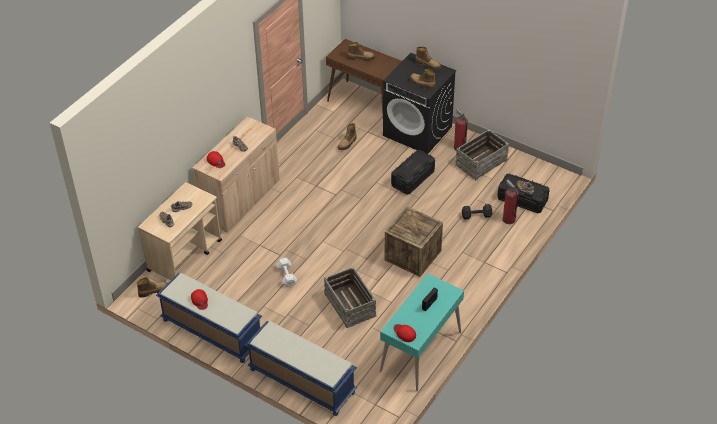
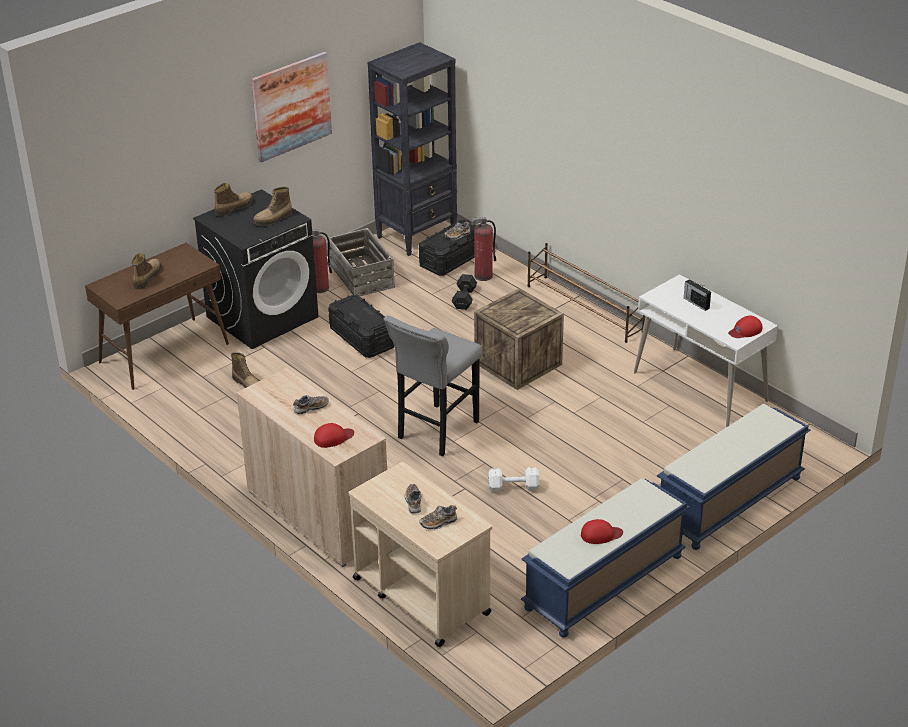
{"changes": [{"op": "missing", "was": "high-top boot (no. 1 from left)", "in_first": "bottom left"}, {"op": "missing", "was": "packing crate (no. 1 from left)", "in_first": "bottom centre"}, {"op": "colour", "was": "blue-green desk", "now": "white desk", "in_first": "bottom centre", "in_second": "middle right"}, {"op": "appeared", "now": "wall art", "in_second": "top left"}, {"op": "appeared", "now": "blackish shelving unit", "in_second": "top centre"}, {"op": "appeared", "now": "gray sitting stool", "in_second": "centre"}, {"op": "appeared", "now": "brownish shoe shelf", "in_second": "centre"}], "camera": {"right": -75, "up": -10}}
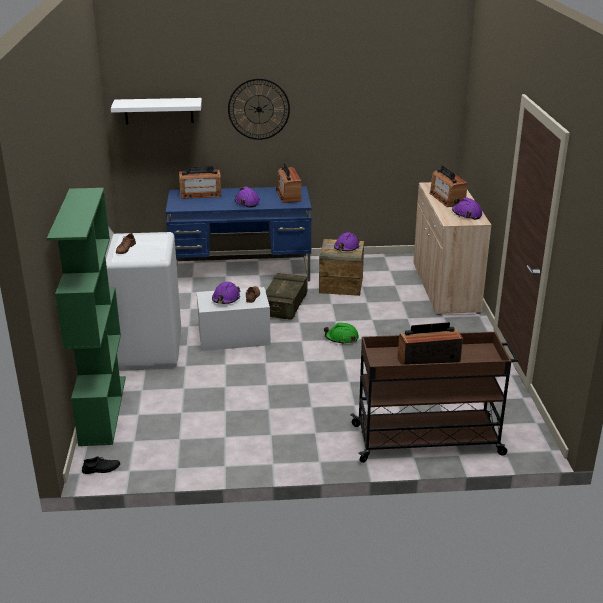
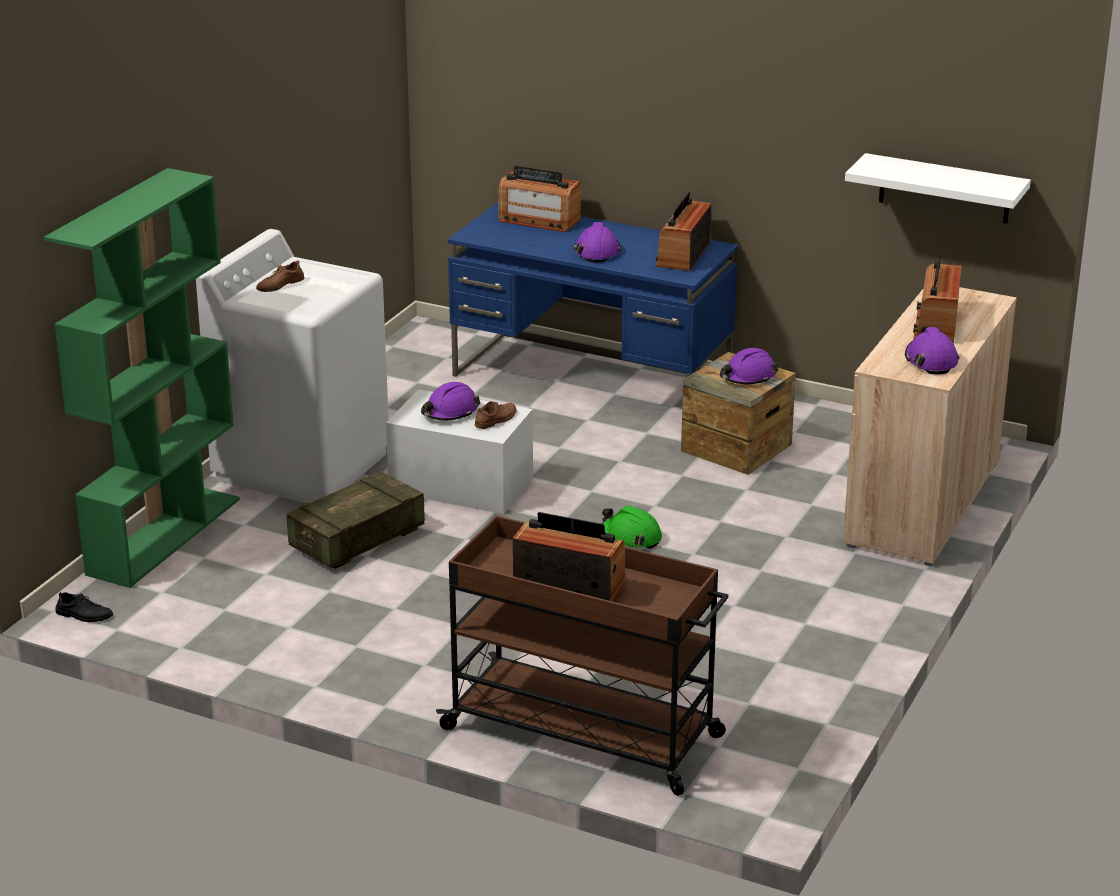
{"changes": [{"op": "relocated", "was": "white shelf", "in_first": "top left", "in_second": "top right"}, {"op": "missing", "was": "hanging clock", "in_first": "top centre"}, {"op": "relocated", "was": "packing crate (no. 1 from left)", "in_first": "centre", "in_second": "middle left"}], "camera": {"right": 30, "up": 0}}
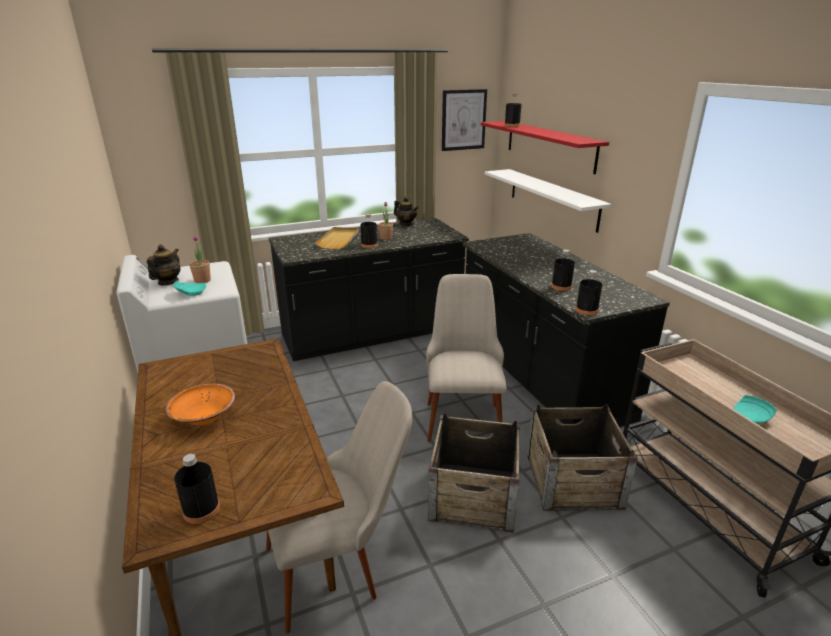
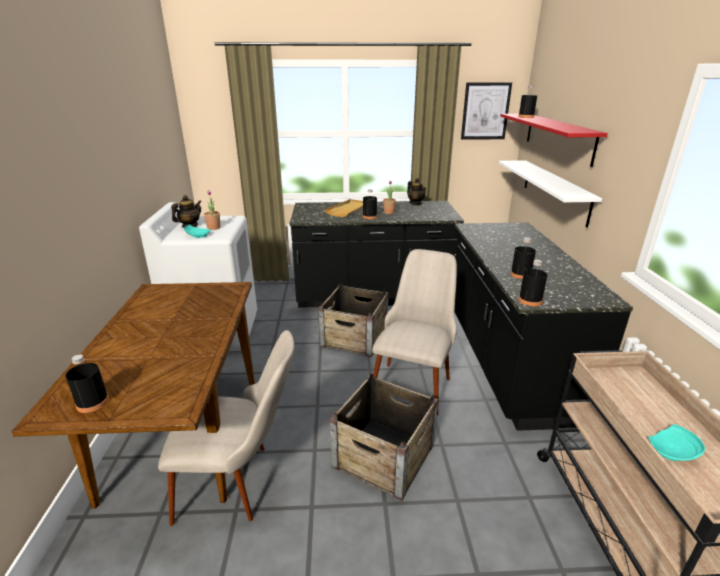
{"changes": [{"op": "missing", "was": "orange bowl", "in_first": "middle left"}, {"op": "relocated", "was": "packing crate (no. 2 from left in the first image)", "now": "packing crate (no. 1 from left)", "in_first": "bottom right", "in_second": "centre"}], "camera": {"right": 20, "up": 0}}
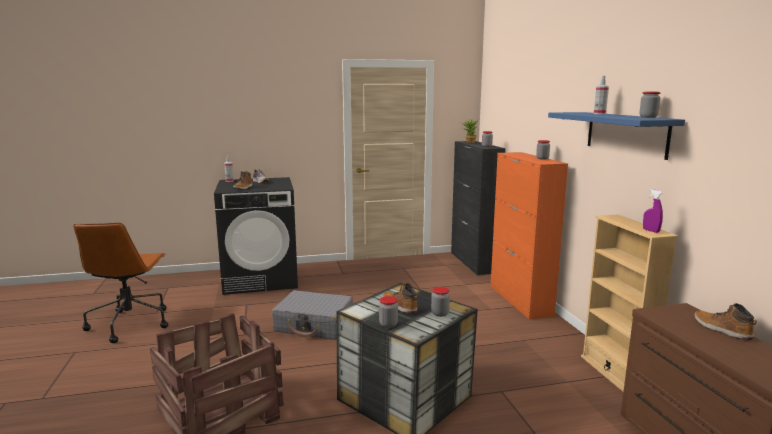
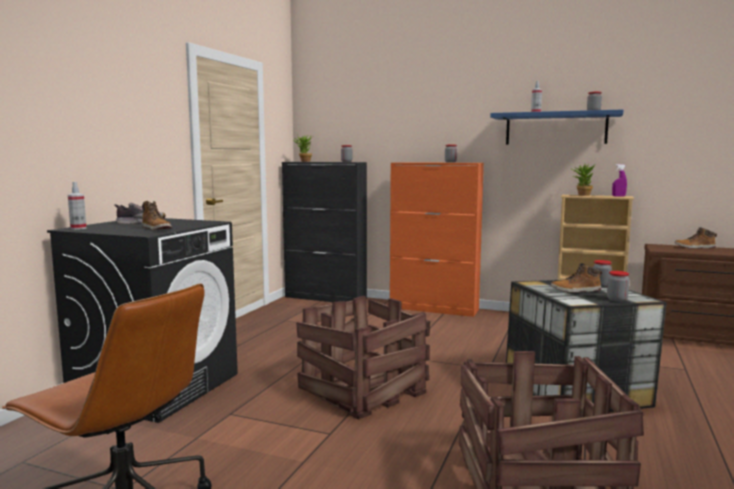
{"changes": [{"op": "exchanged", "was": "gray suitcase", "now": "packing crate (no. 1 from left)", "in_first": "bottom centre", "in_second": "bottom centre"}, {"op": "appeared", "now": "potted plant (no. 2 from left)", "in_second": "middle right"}], "camera": {"right": -55, "up": -5}}
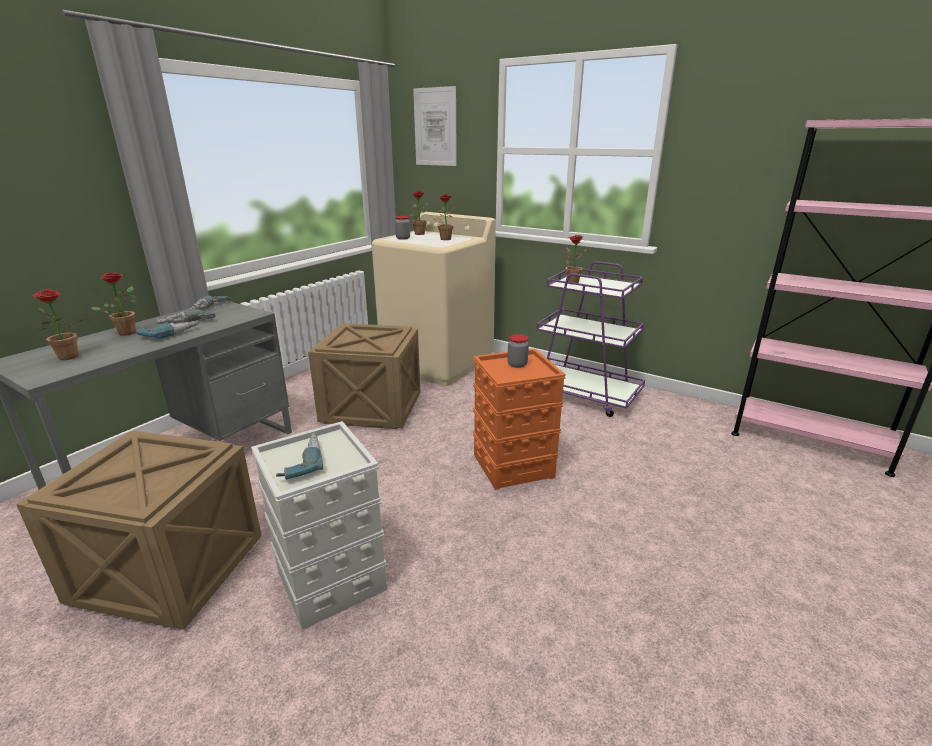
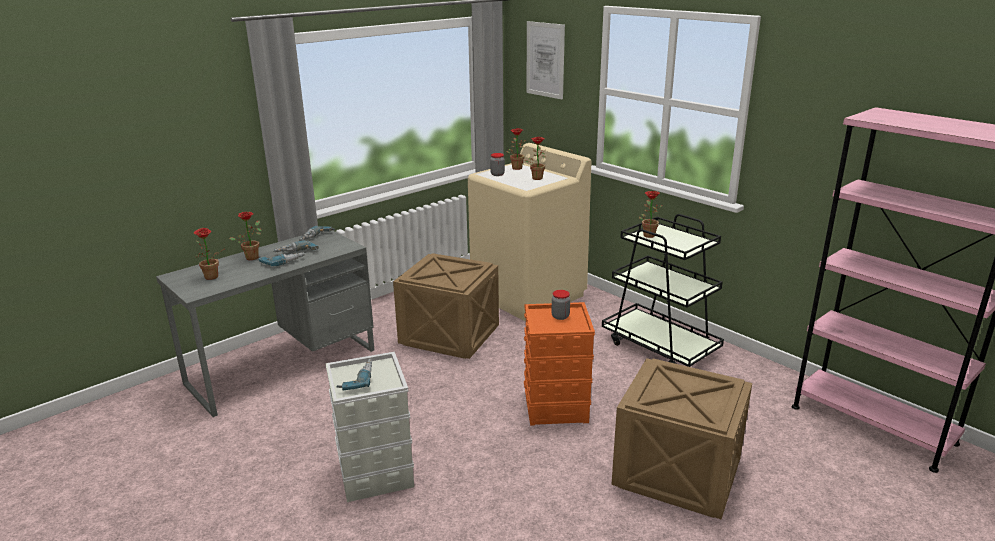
{"changes": [{"op": "relocated", "was": "packing crate (no. 1 from left in the first image)", "now": "packing crate (no. 2 from left)", "in_first": "bottom left", "in_second": "bottom right"}, {"op": "colour", "was": "purple-coloured trolley", "now": "blackish trolley", "in_first": "centre", "in_second": "centre"}], "camera": {"right": 15, "up": 0}}
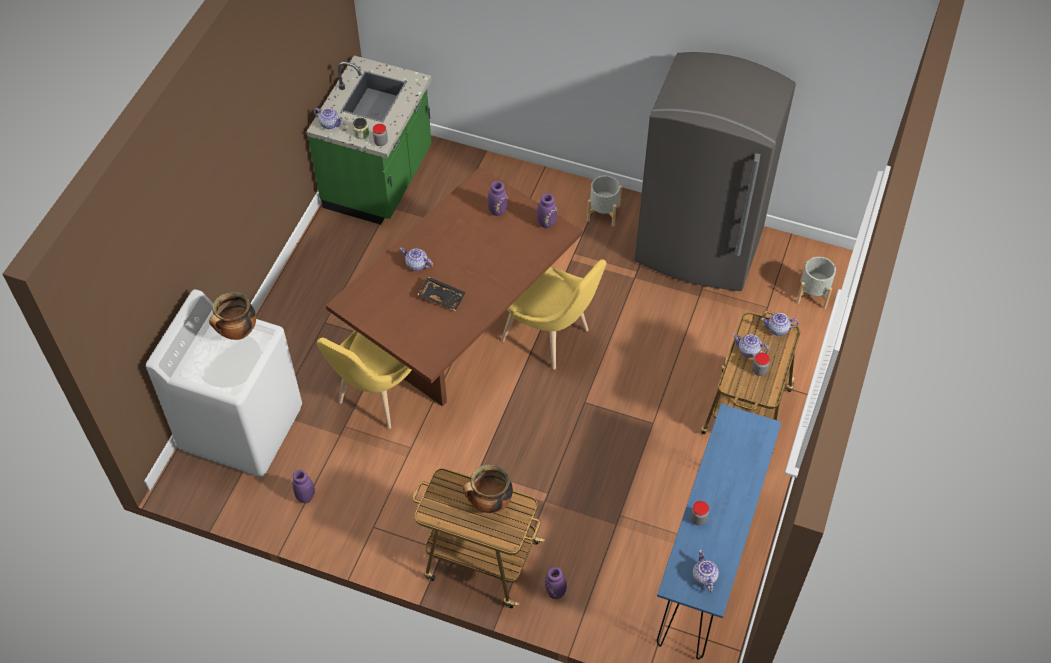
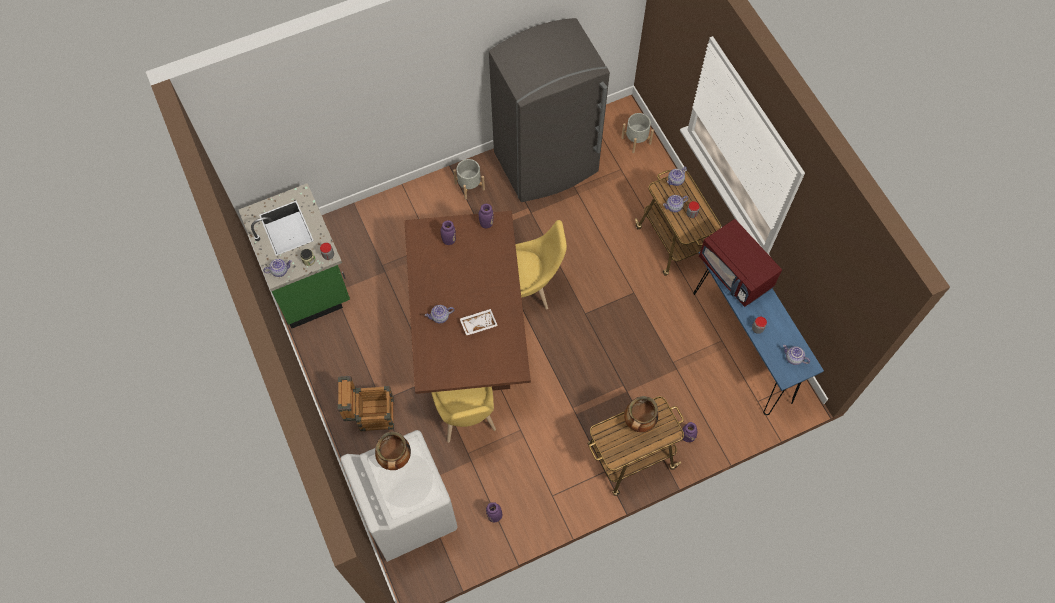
{"changes": [{"op": "colour", "was": "blackish carrying tray", "now": "white carrying tray", "in_first": "centre", "in_second": "centre"}, {"op": "appeared", "now": "packing crate", "in_second": "bottom centre"}, {"op": "appeared", "now": "red-coloured kitchen microwave", "in_second": "middle right"}], "camera": {"right": -45, "up": 10}}
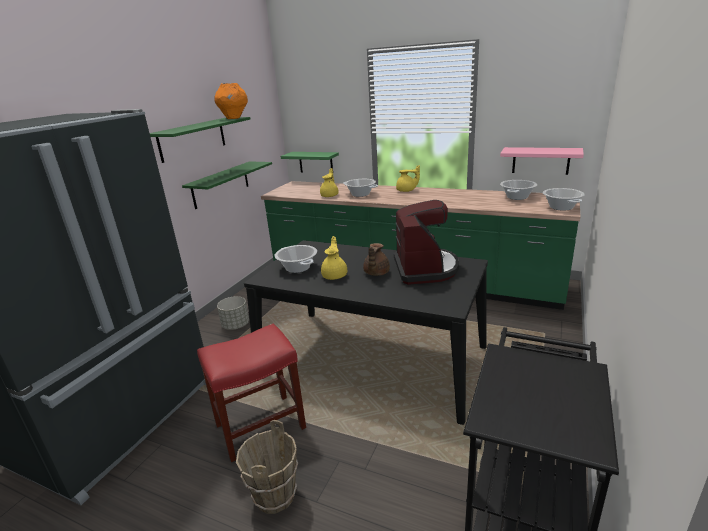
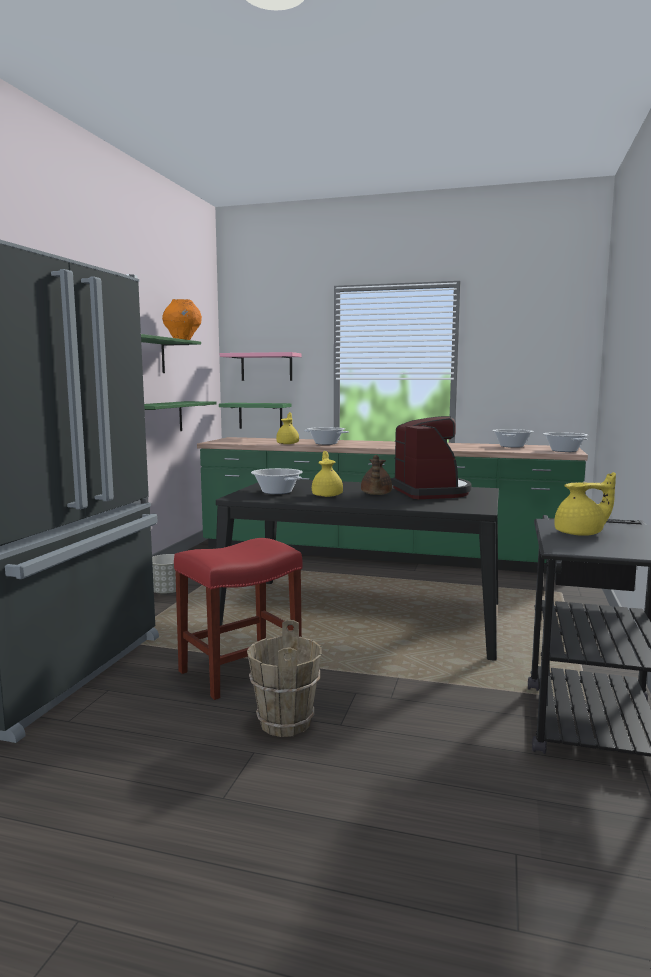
{"changes": [{"op": "relocated", "was": "yellow-coloured tea pot (no. 3 from left)", "in_first": "centre", "in_second": "middle right"}, {"op": "relocated", "was": "pinkish shelf", "in_first": "top right", "in_second": "centre"}], "camera": {"right": -10, "up": -15}}
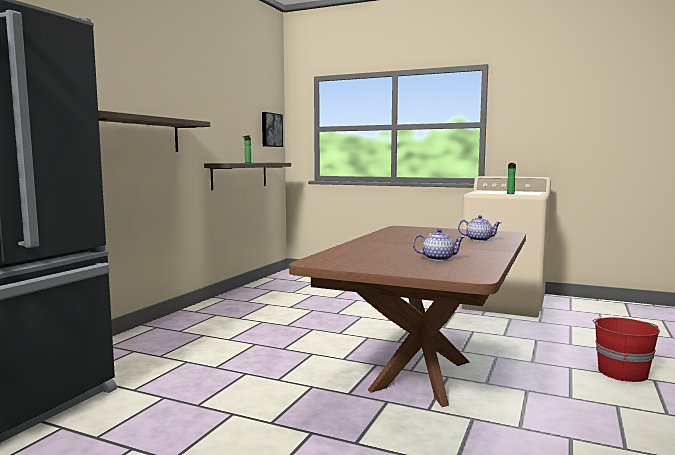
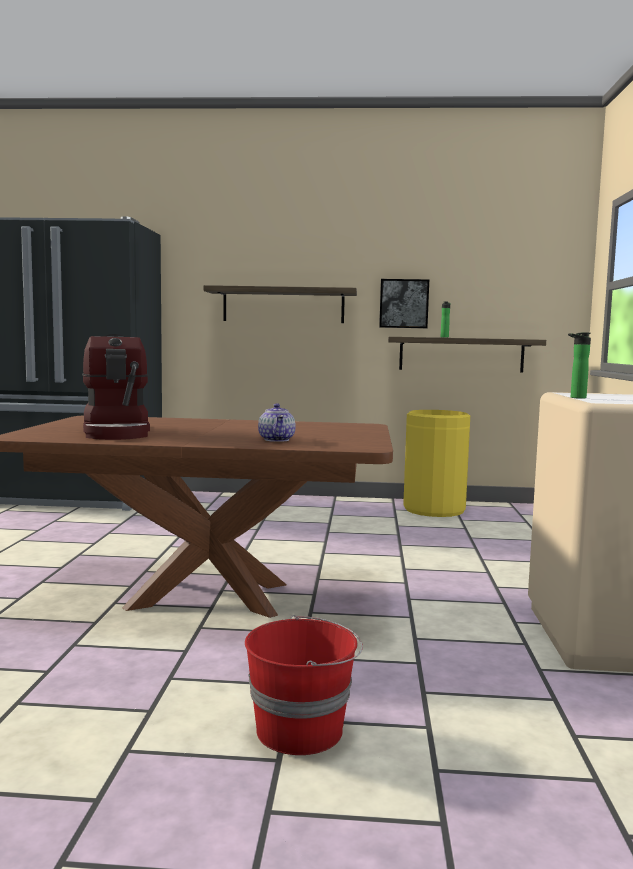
{"changes": [{"op": "relocated", "was": "wall art", "in_first": "top centre", "in_second": "centre"}, {"op": "exchanged", "was": "tea pot (no. 1 from left)", "now": "coffee maker", "in_first": "centre", "in_second": "middle left"}, {"op": "appeared", "now": "yellow-coloured waste bin", "in_second": "middle right"}], "camera": {"right": 70, "up": 0}}
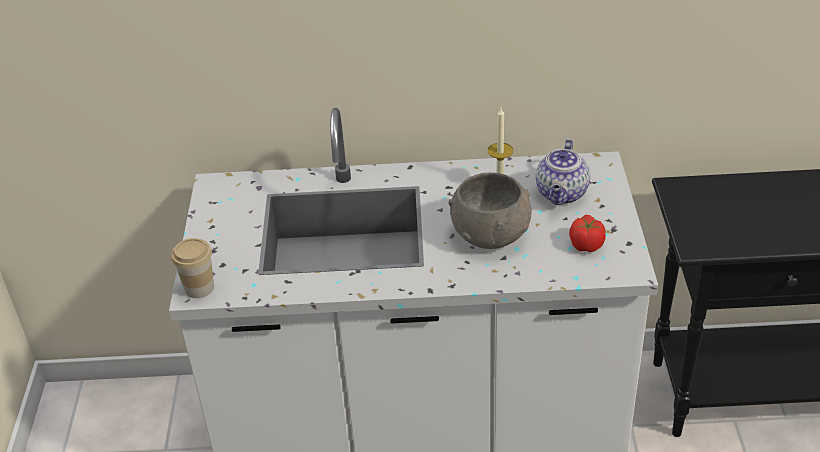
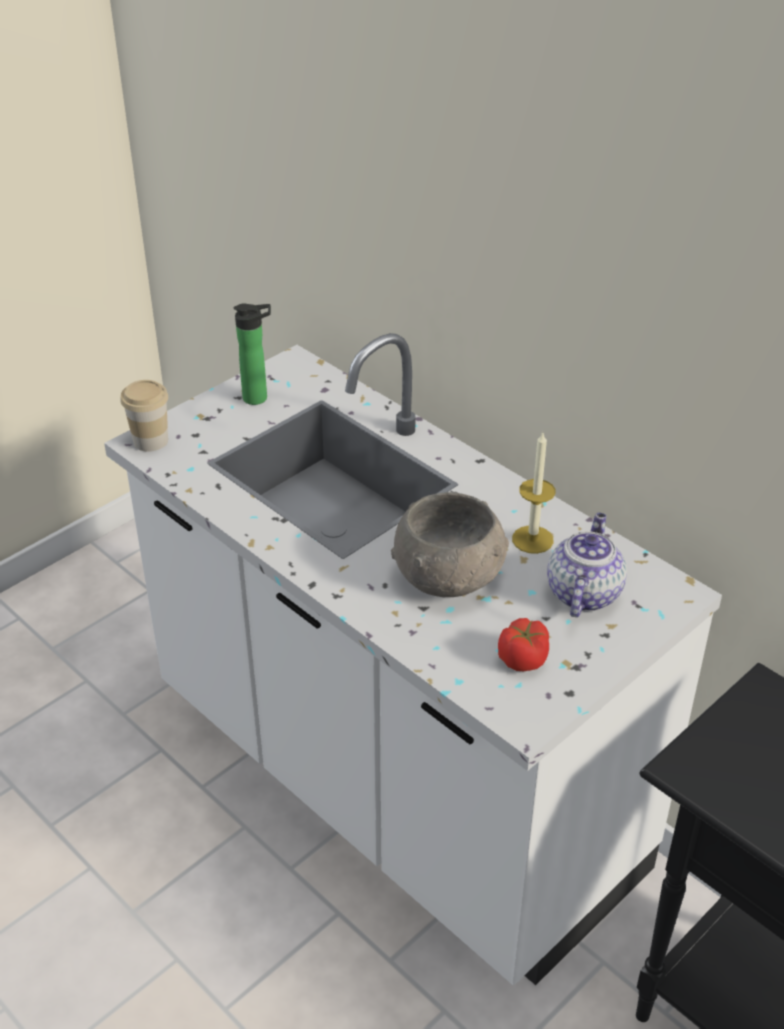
{"changes": [{"op": "spun", "was": "tea pot", "in_first": "middle right", "in_second": "middle right", "clockwise": 135}, {"op": "appeared", "now": "beverage bottle", "in_second": "middle left"}], "camera": {"right": 45, "up": 0}}
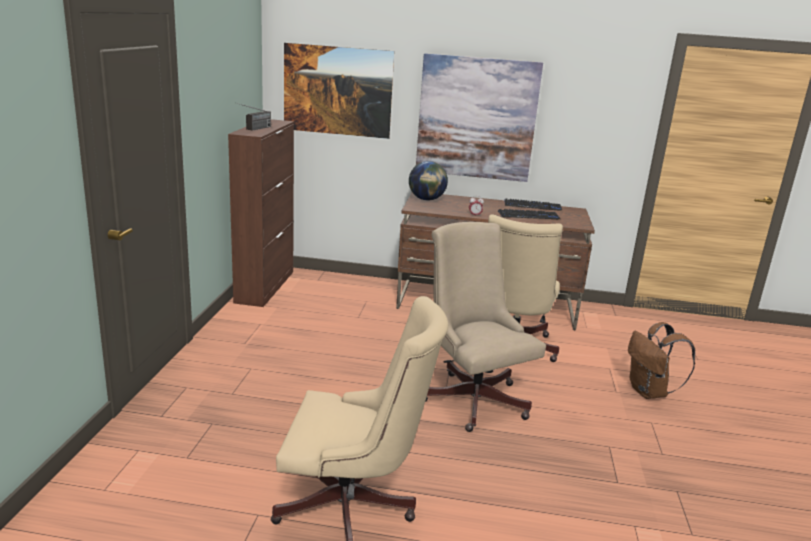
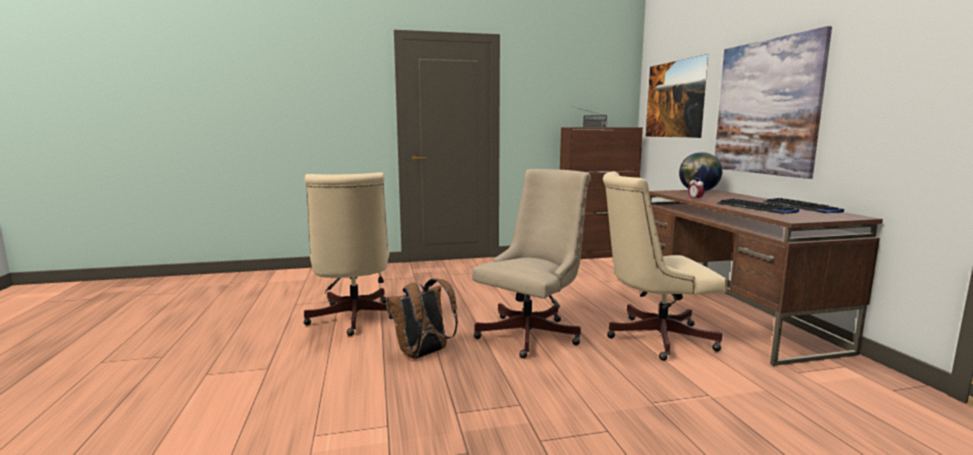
{"changes": [{"op": "relocated", "was": "brownish knapsack", "in_first": "middle right", "in_second": "bottom centre"}], "camera": {"right": 70, "up": -10}}
